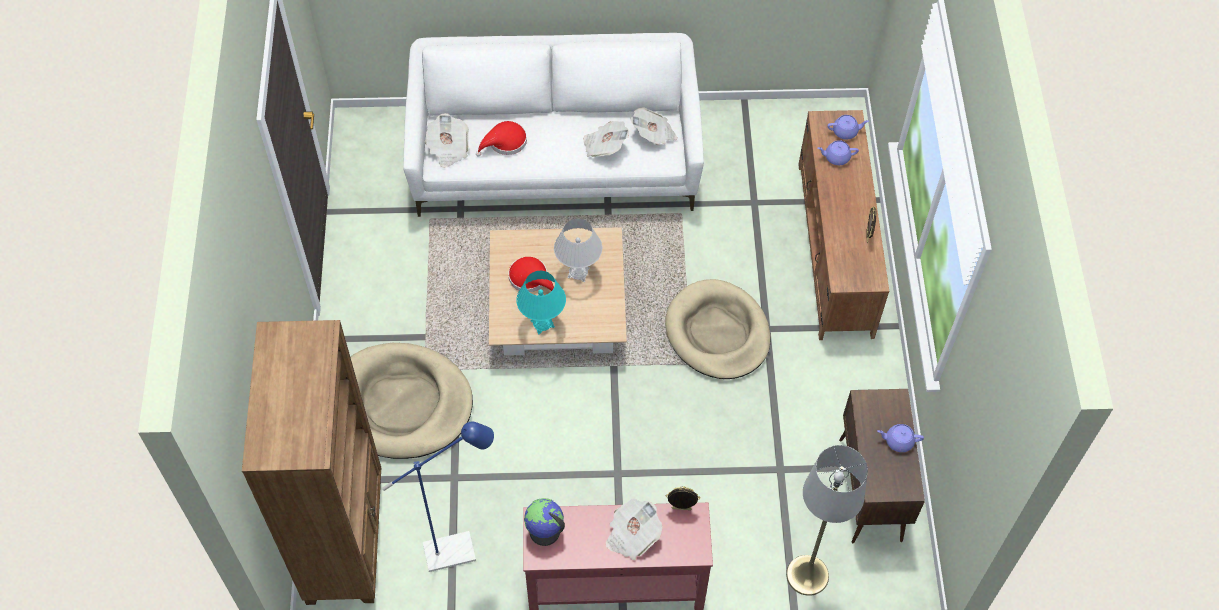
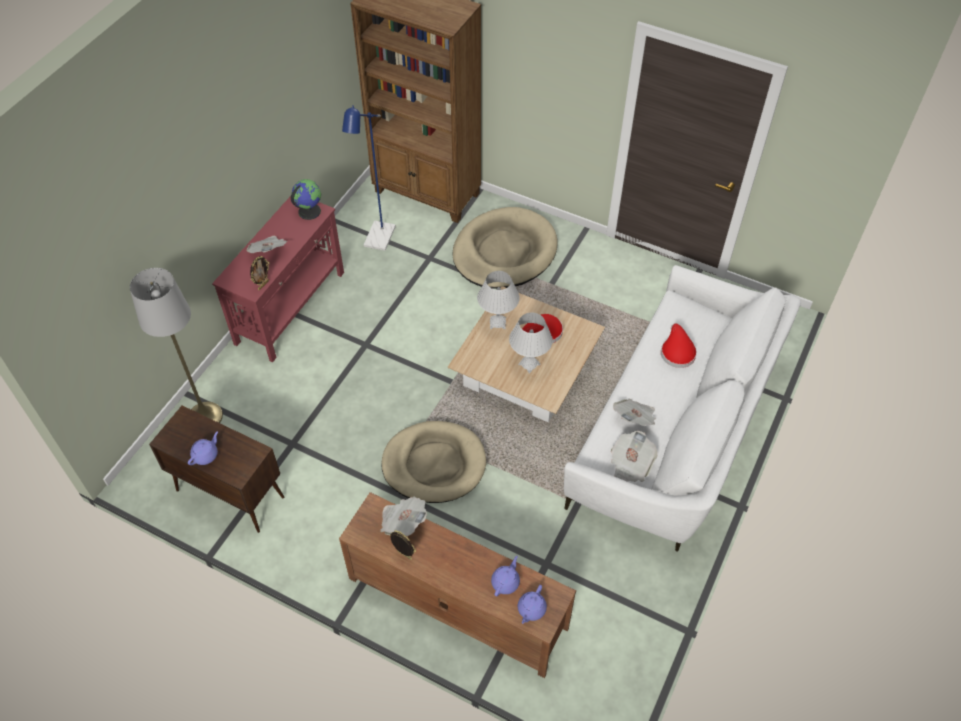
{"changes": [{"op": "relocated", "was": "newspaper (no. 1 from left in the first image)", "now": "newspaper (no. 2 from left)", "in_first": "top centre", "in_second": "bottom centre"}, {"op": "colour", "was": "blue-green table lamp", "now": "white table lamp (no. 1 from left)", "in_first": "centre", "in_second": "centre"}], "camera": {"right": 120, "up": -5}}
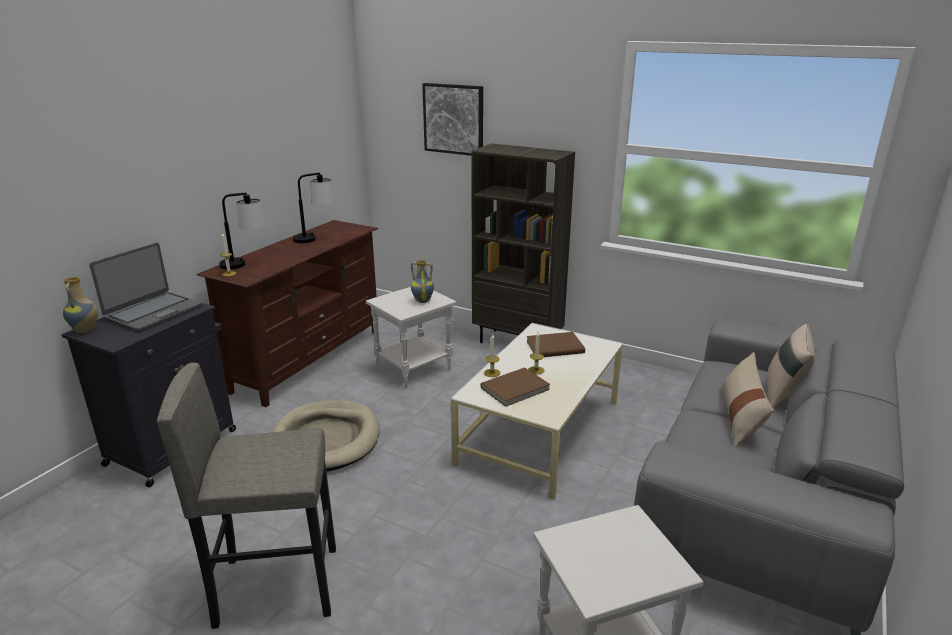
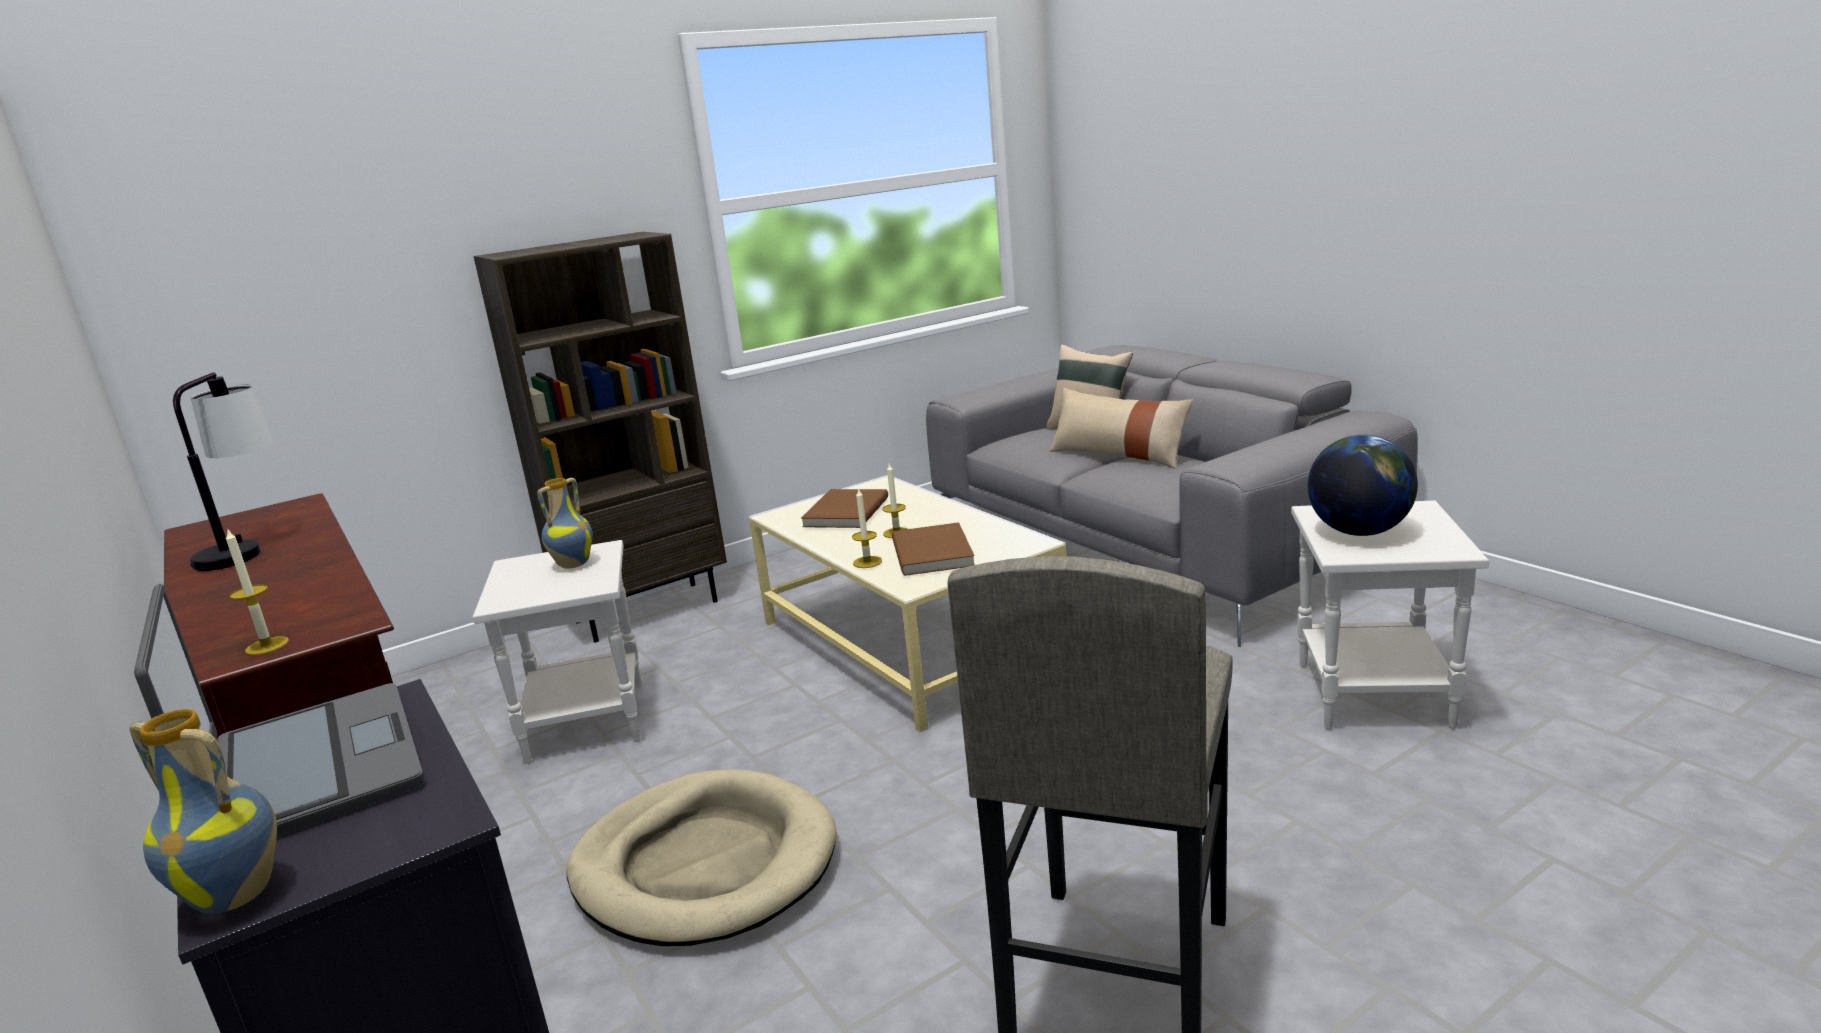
{"changes": [{"op": "missing", "was": "table lamp (no. 1 from left)", "in_first": "middle left"}, {"op": "missing", "was": "wall art", "in_first": "top centre"}, {"op": "appeared", "now": "world globe", "in_second": "middle right"}], "camera": {"right": -60, "up": -5}}
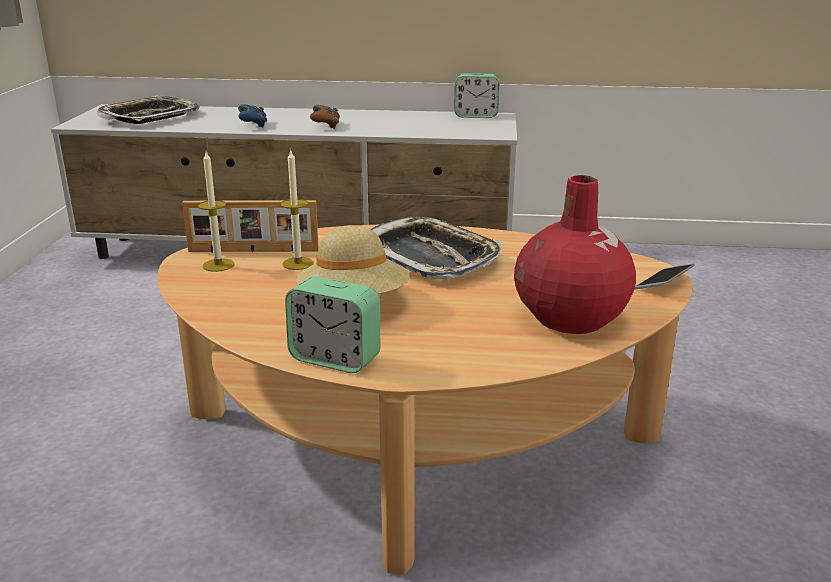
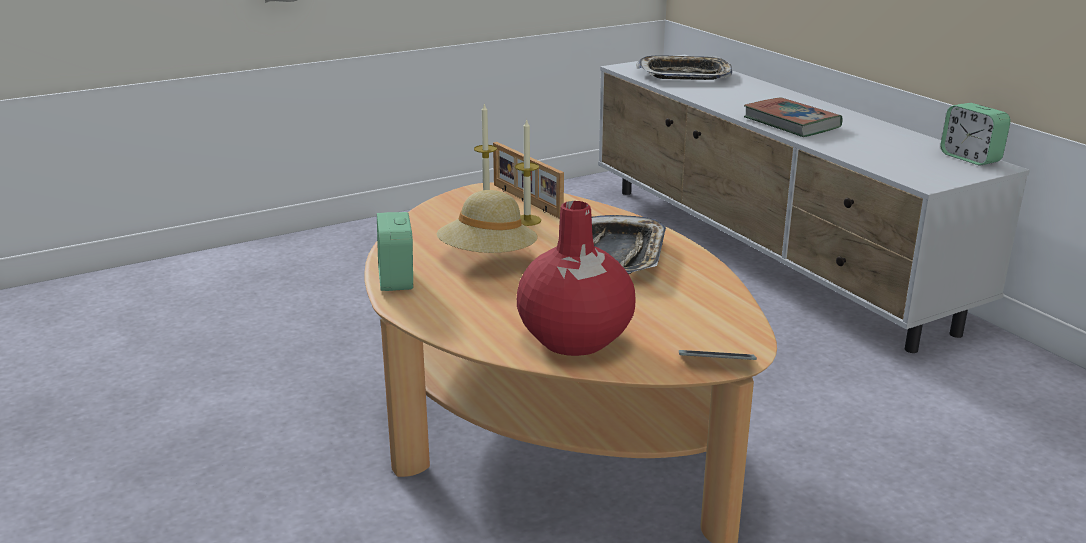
{"changes": [{"op": "missing", "was": "blue gamepad", "in_first": "top left"}, {"op": "exchanged", "was": "brownish gamepad", "now": "bound book", "in_first": "top centre", "in_second": "top right"}], "camera": {"right": 55, "up": 0}}
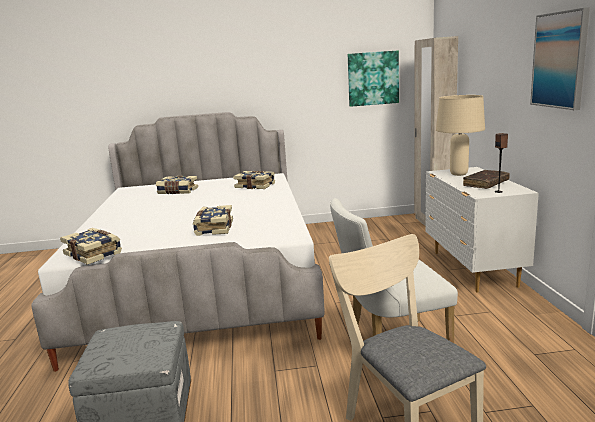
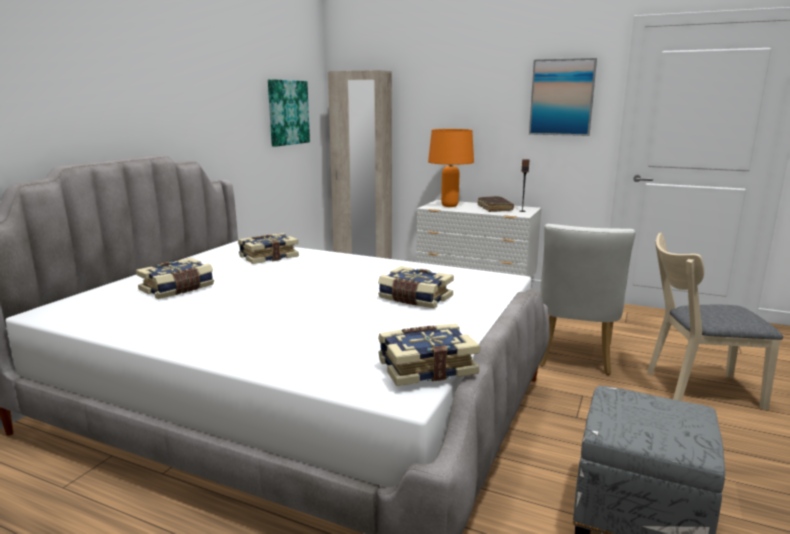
{"changes": [{"op": "colour", "was": "beige table lamp", "now": "orange table lamp", "in_first": "top right", "in_second": "top centre"}], "camera": {"right": -60, "up": 0}}
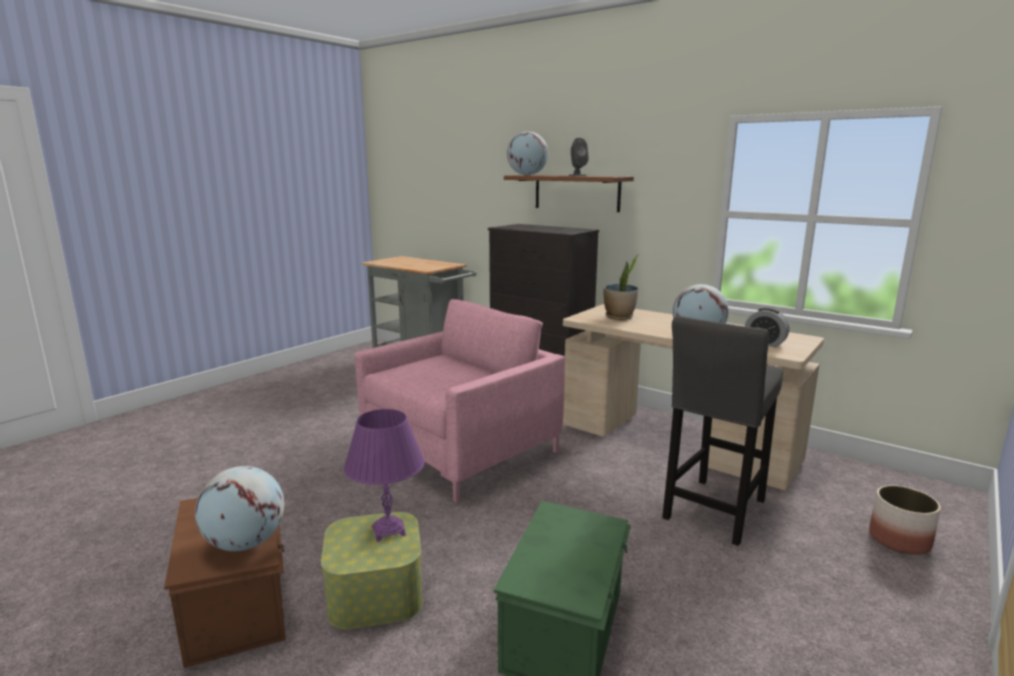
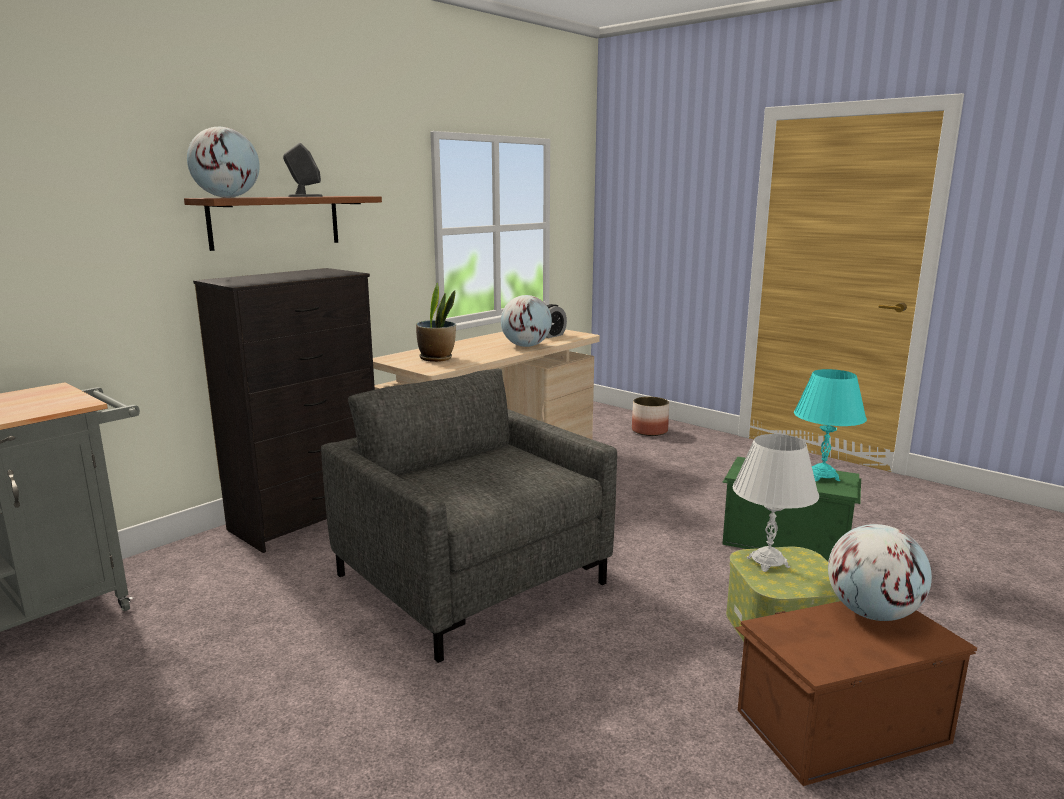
{"changes": [{"op": "colour", "was": "purple-coloured table lamp", "now": "white table lamp", "in_first": "bottom centre", "in_second": "middle right"}, {"op": "colour", "was": "pinkish easy chair", "now": "gray easy chair", "in_first": "centre", "in_second": "centre"}, {"op": "missing", "was": "gray sitting stool", "in_first": "middle right"}, {"op": "appeared", "now": "blue-green table lamp", "in_second": "middle right"}], "camera": {"right": -85, "up": 0}}
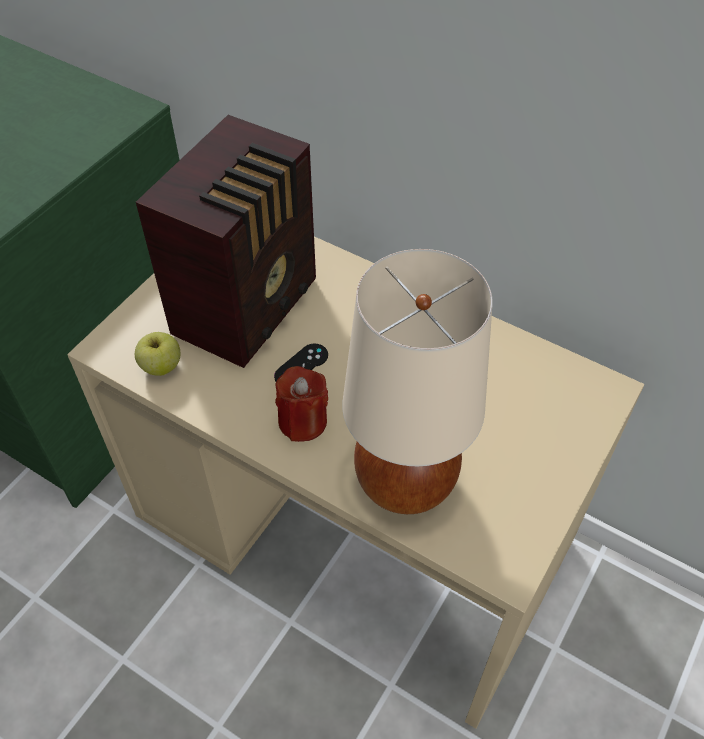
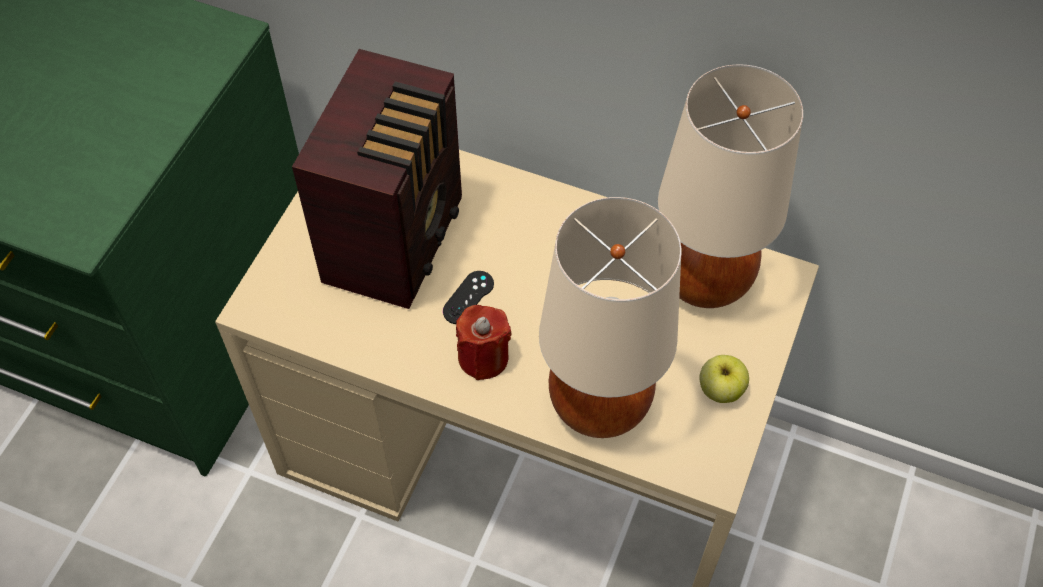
{"changes": [{"op": "relocated", "was": "whole apple", "in_first": "middle left", "in_second": "middle right"}, {"op": "appeared", "now": "beige table lamp (no. 2 from left)", "in_second": "top right"}], "camera": {"right": -10, "up": 5}}
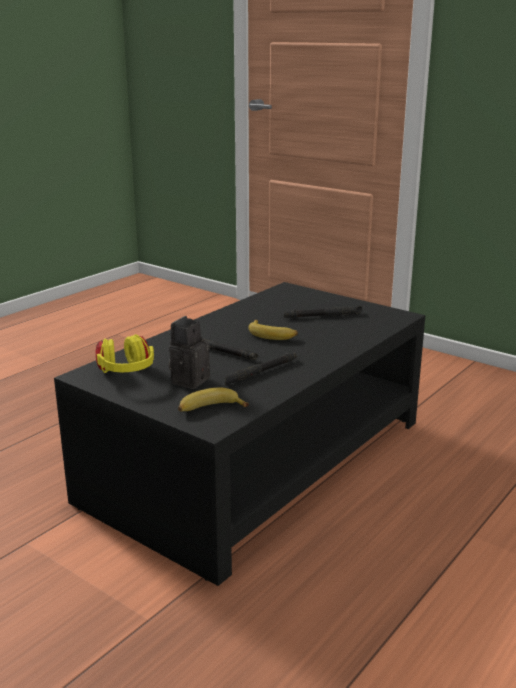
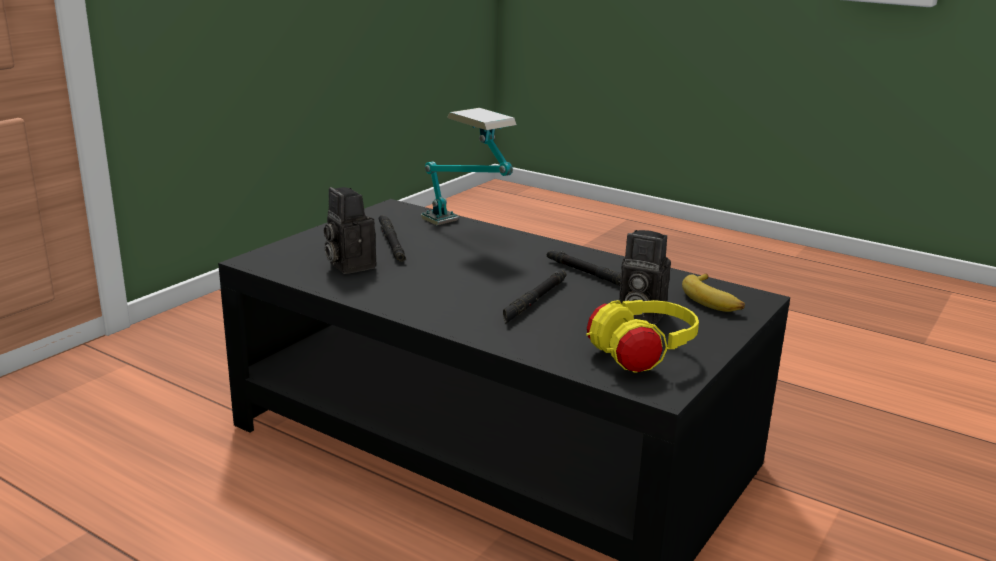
{"changes": [{"op": "missing", "was": "banana fruit (no. 2 from left)", "in_first": "centre"}, {"op": "appeared", "now": "photo camera (no. 1 from left)", "in_second": "centre"}, {"op": "appeared", "now": "table lamp", "in_second": "top centre"}], "camera": {"right": -95, "up": 0}}
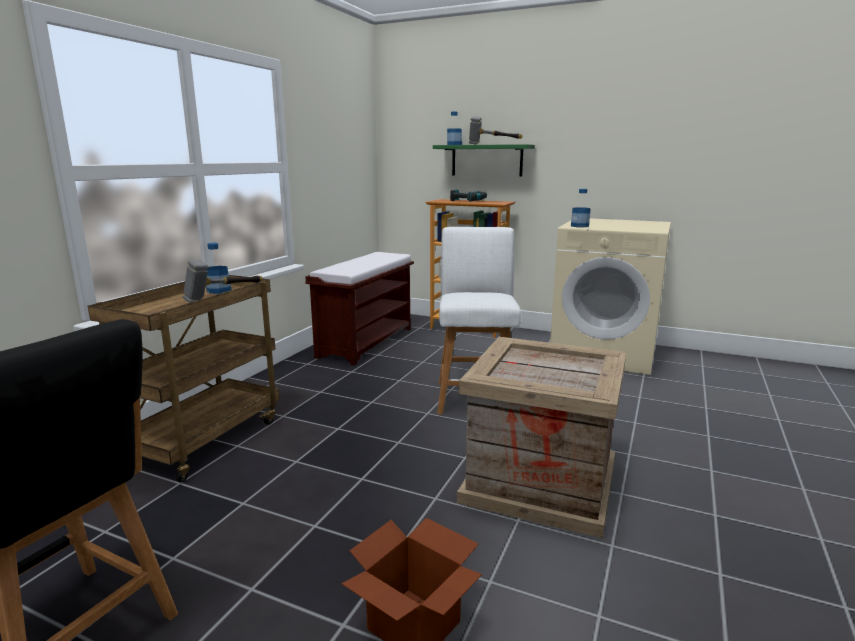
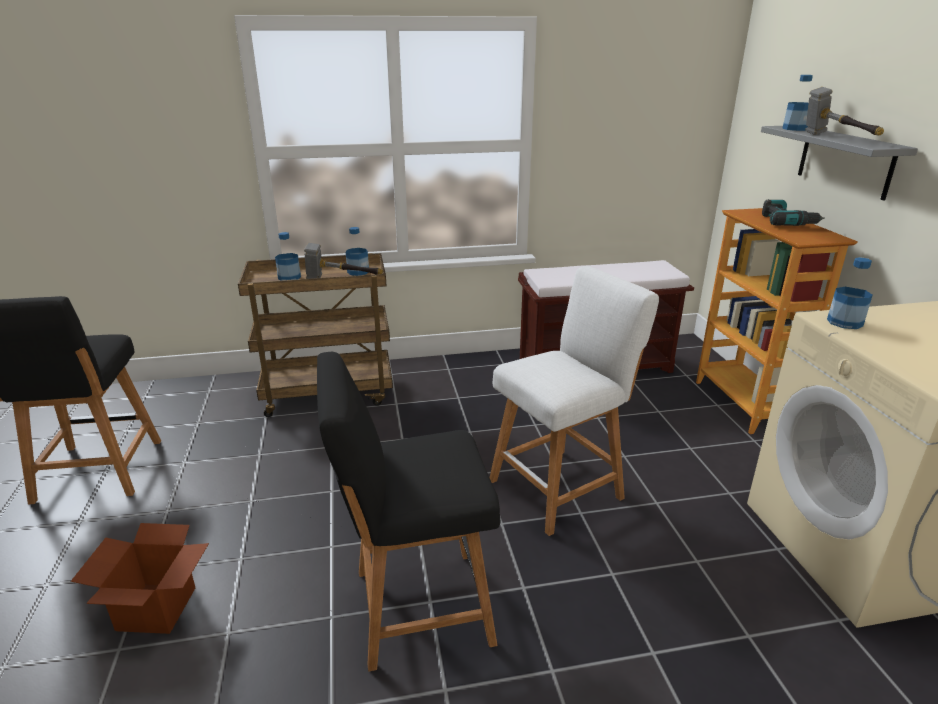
{"changes": [{"op": "colour", "was": "greenish shelf", "now": "gray shelf", "in_first": "top centre", "in_second": "top right"}, {"op": "exchanged", "was": "packing crate", "now": "blackish sitting stool (no. 2 from left)", "in_first": "bottom centre", "in_second": "bottom centre"}, {"op": "appeared", "now": "beverage bottle (no. 1 from left)", "in_second": "middle left"}], "camera": {"right": 55, "up": 10}}
